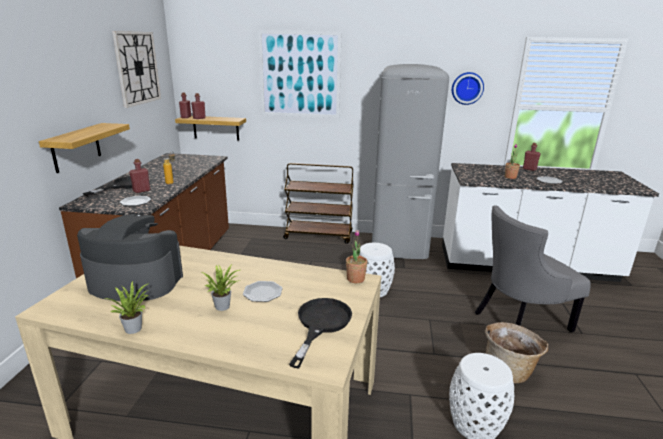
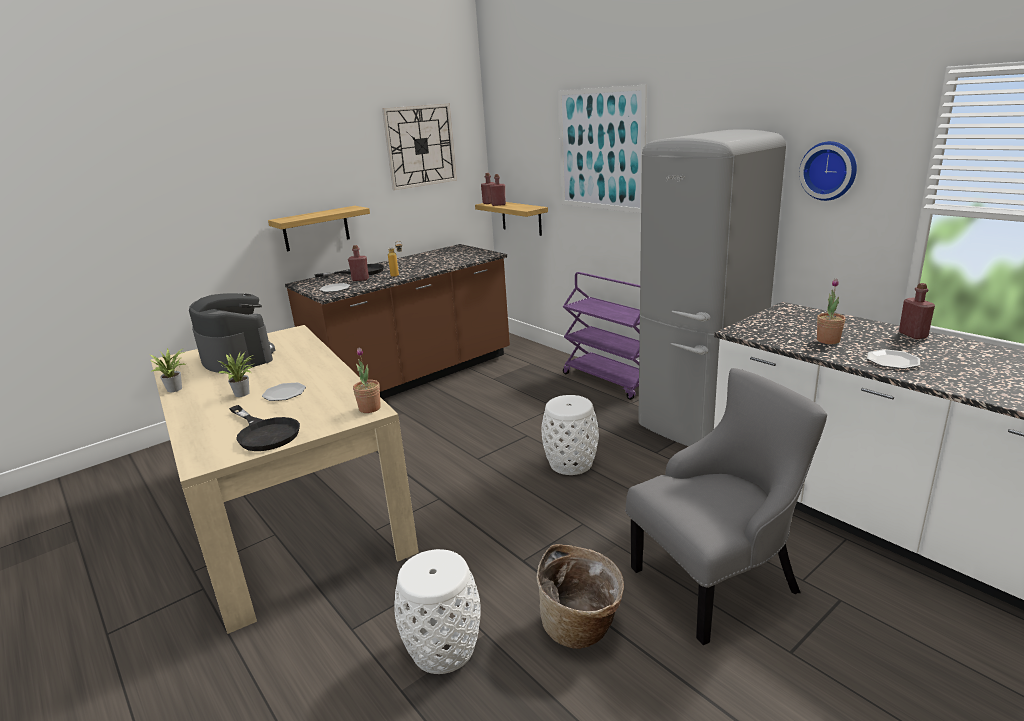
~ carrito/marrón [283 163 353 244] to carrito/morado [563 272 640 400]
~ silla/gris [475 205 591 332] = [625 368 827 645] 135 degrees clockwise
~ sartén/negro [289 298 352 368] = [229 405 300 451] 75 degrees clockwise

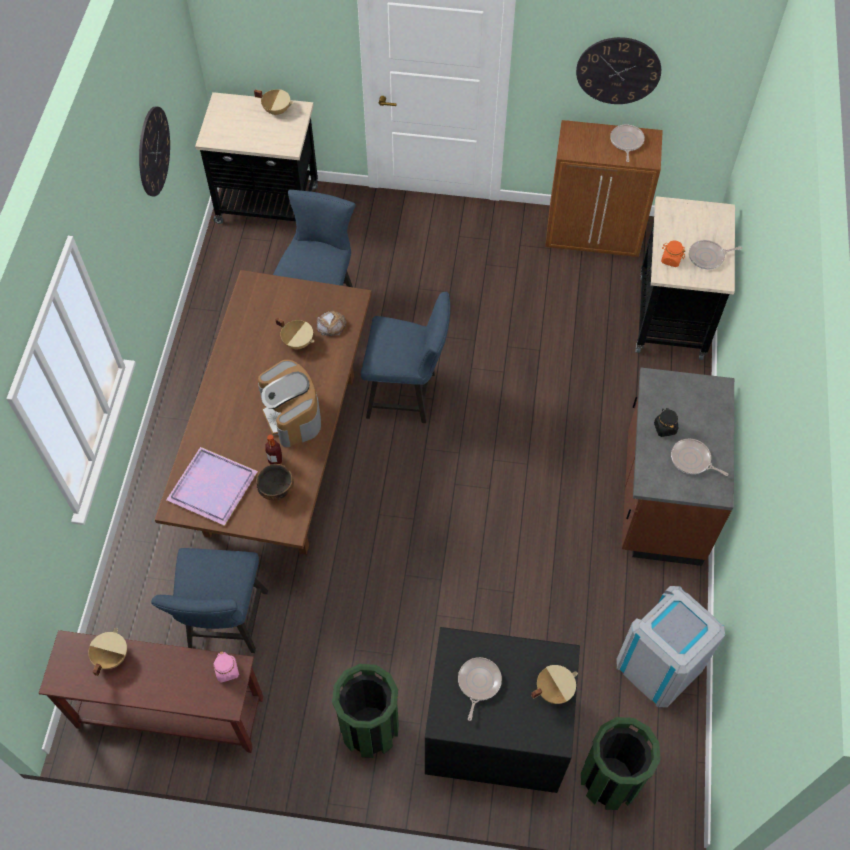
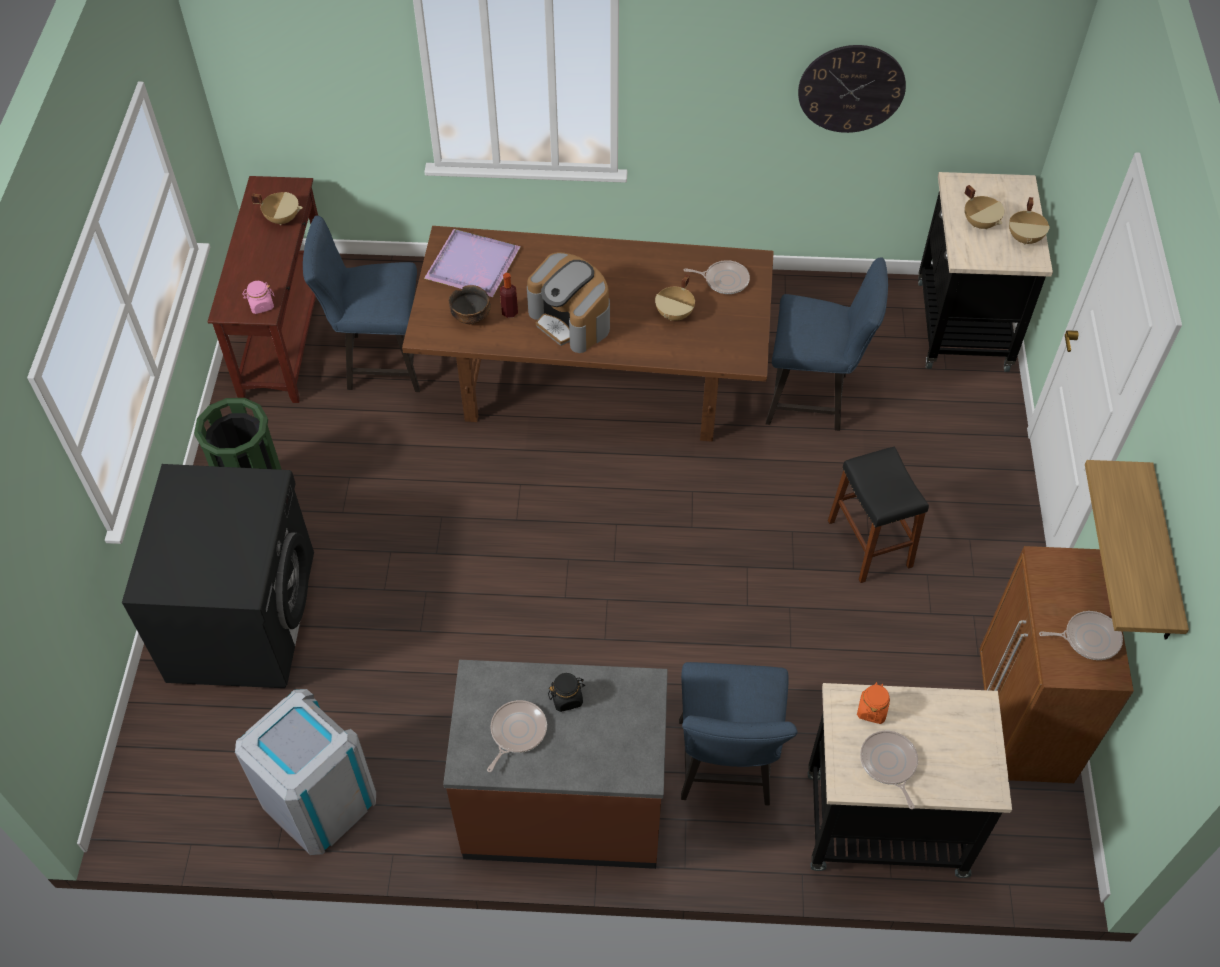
~ reloj de pared [576 37 661 104] to estante [1085 460 1189 640]
~ silla/azul [361 292 450 423] to [679 662 797 806]
- pan [317 311 347 336]
~ cafetera [258 360 321 447] = [527 252 610 353] 105 degrees counterclockwise
~ sartén [458 657 502 721] to [684 260 750 294]
~ olla/beis [531 665 578 704] to [964 185 1004 229]
- papelera/verde [581 717 660 810]
+ taburete/negro [828 446 929 583]

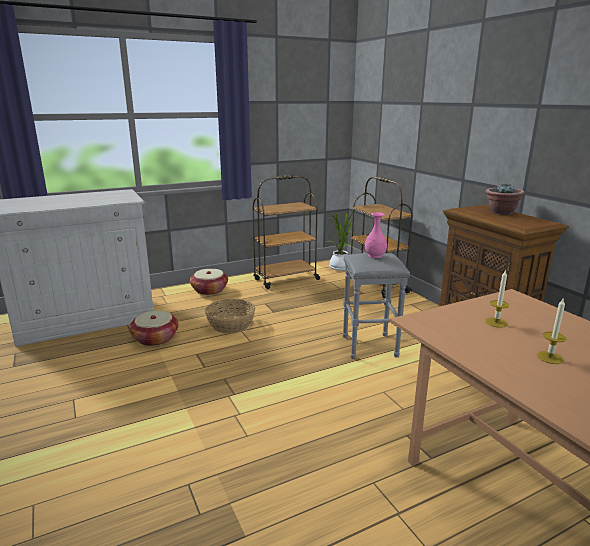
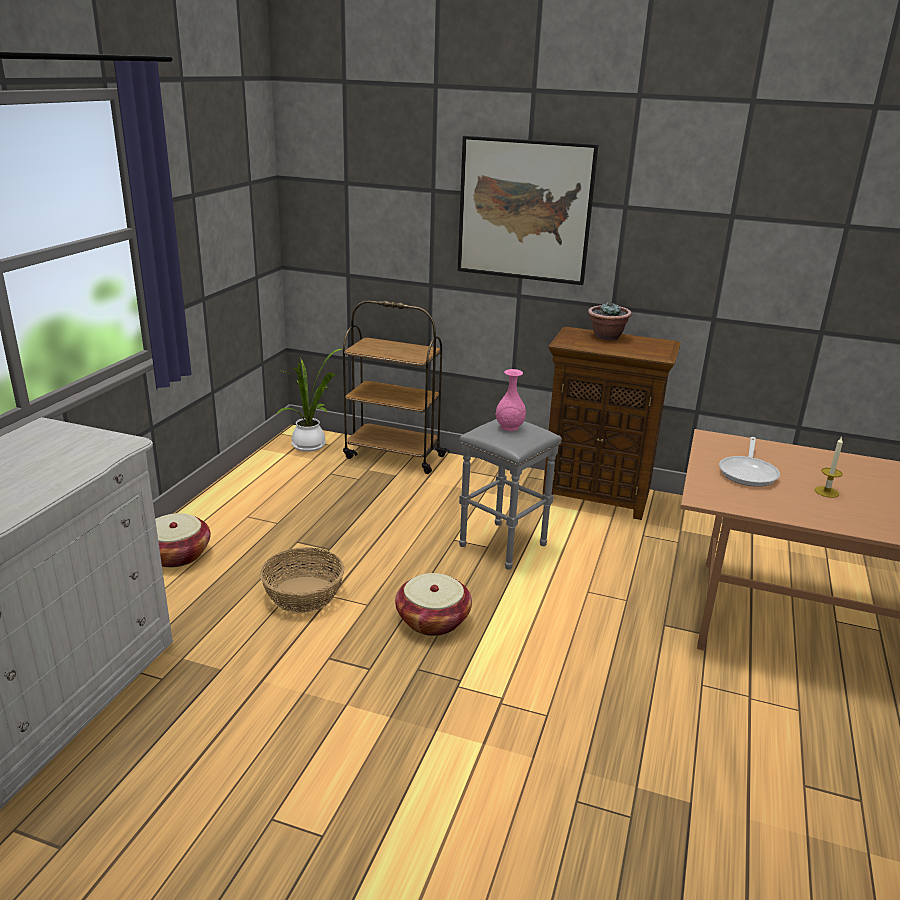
- carrito/marrón [253 175 320 289]
~ vela [485 270 510 328] to sartén [719 437 780 487]
~ cesta [129 311 179 346] to [395 573 472 636]
+ cuadro [458 136 598 285]

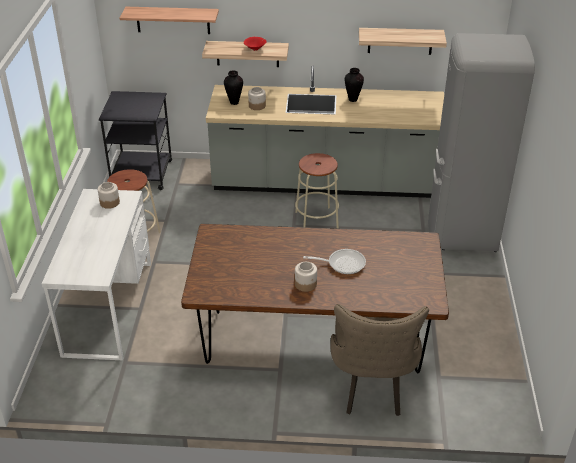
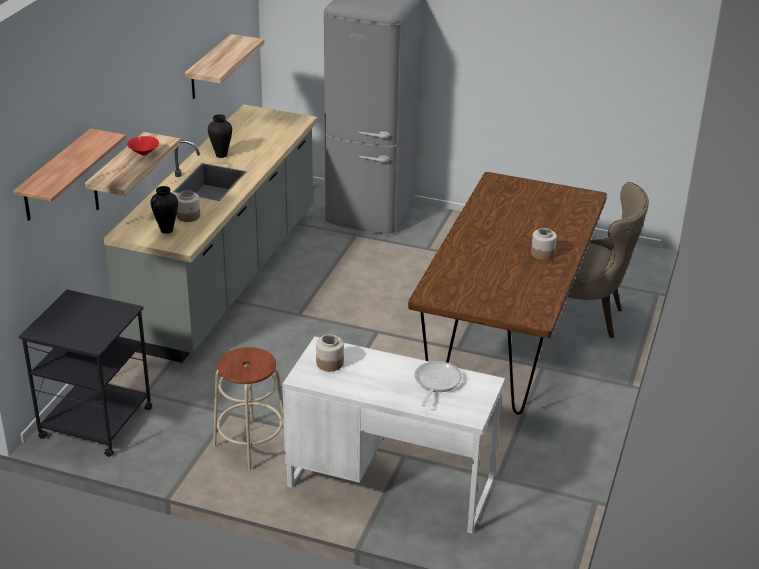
- taburete/beis [295 153 339 229]
~ sartén [303 249 366 274] to [414 361 462 406]

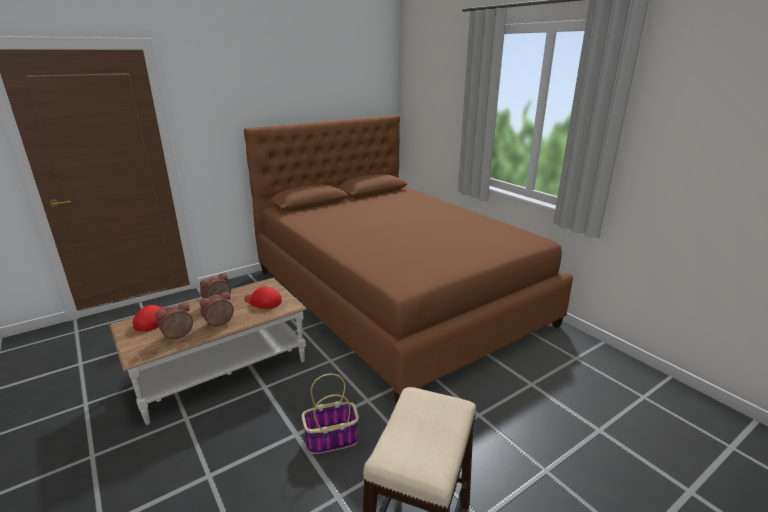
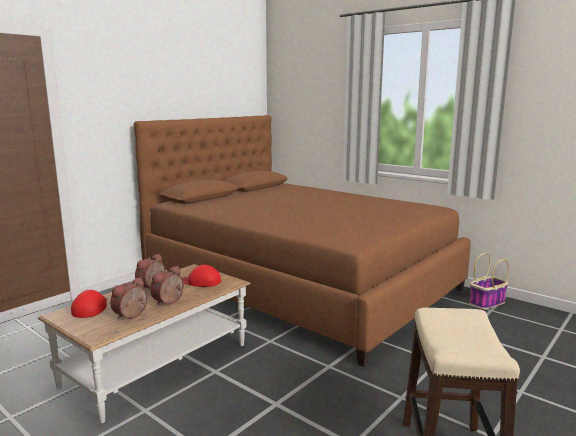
~ cesta [301 374 359 454] to [469 253 509 309]

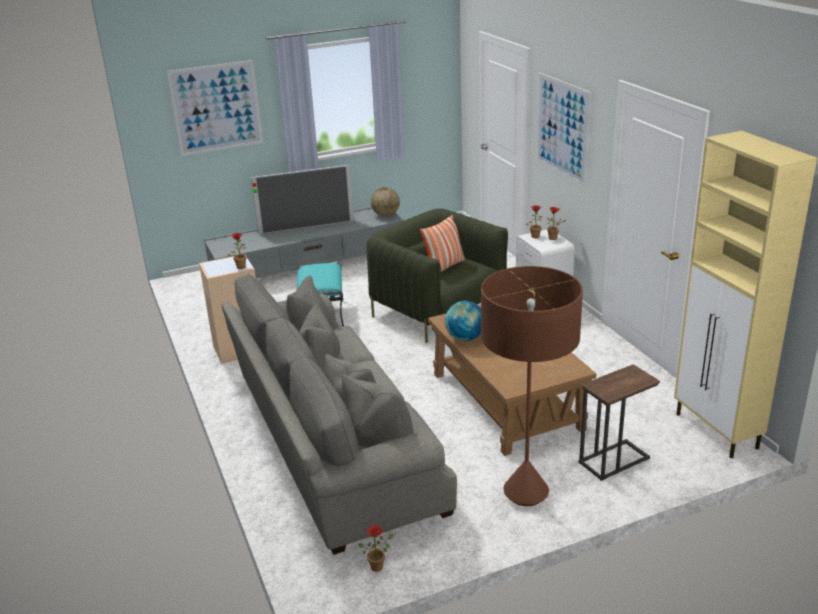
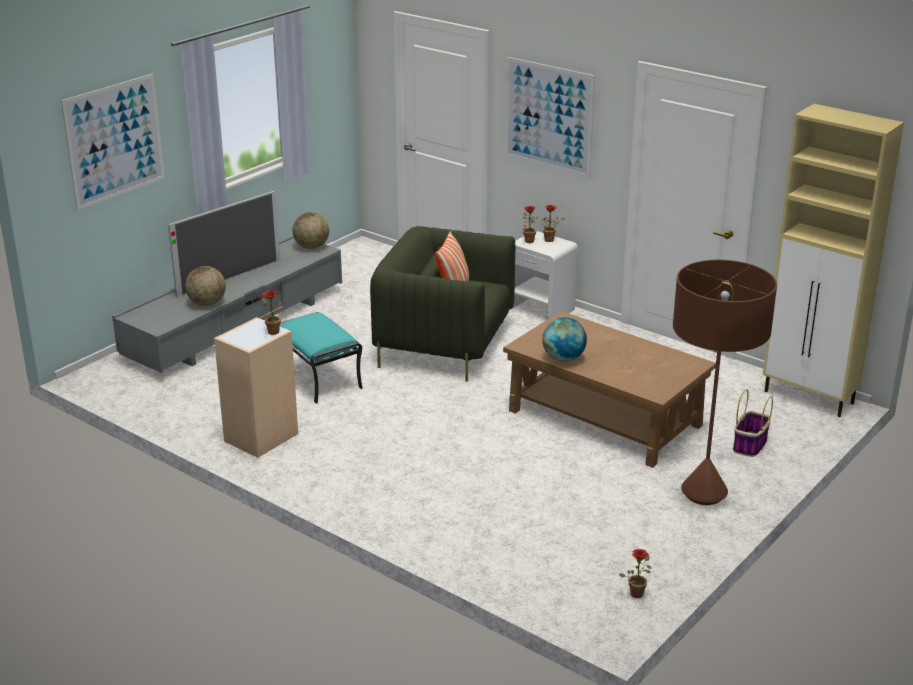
- sofá/gris [221 274 457 555]
~ mesa auxiliar/marrón [578 364 660 481] to cesta [733 389 773 457]
+ globo terráqueo [185 266 226 306]

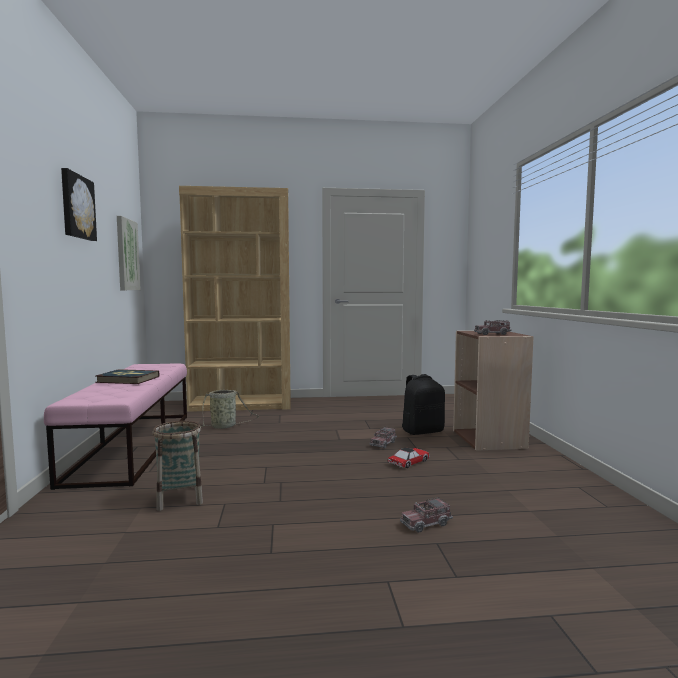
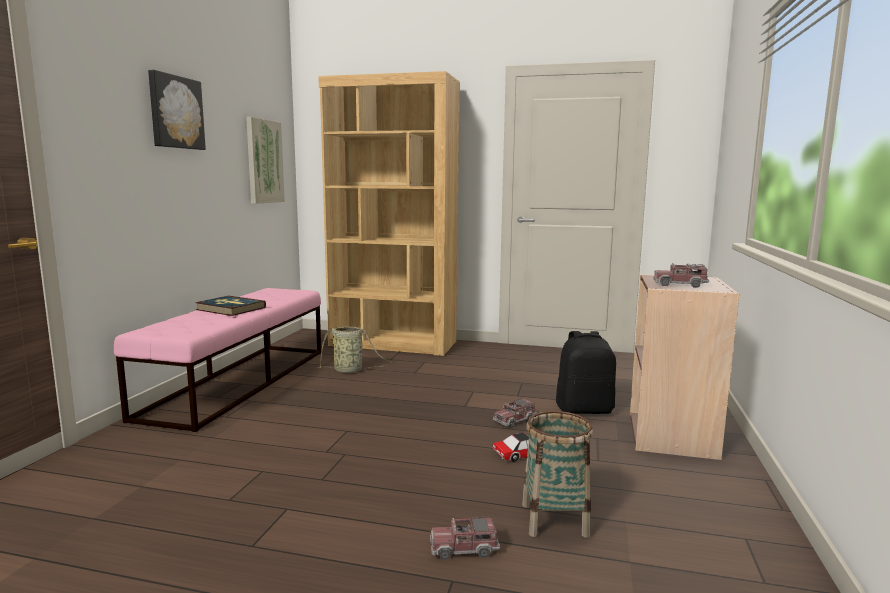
~ cesta [152 421 203 511] to [522 411 593 538]

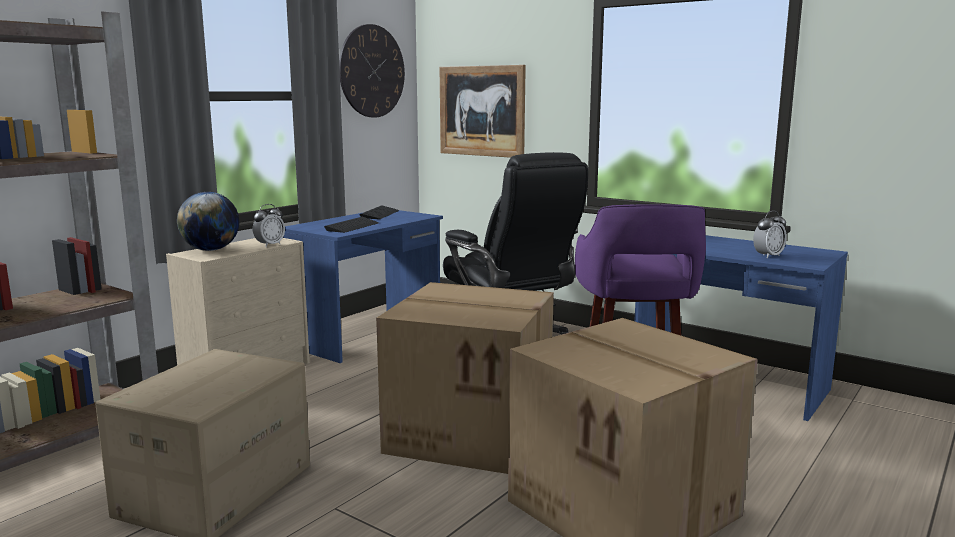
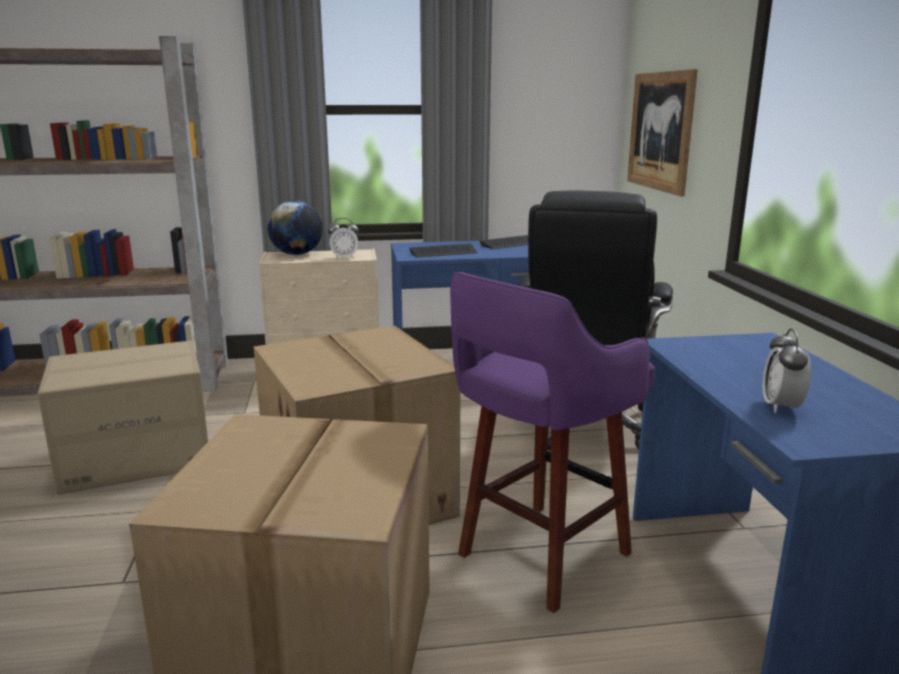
- reloj de pared [339 24 405 118]
~ despertador [753 211 787 259] = [763 329 811 413] 90 degrees clockwise

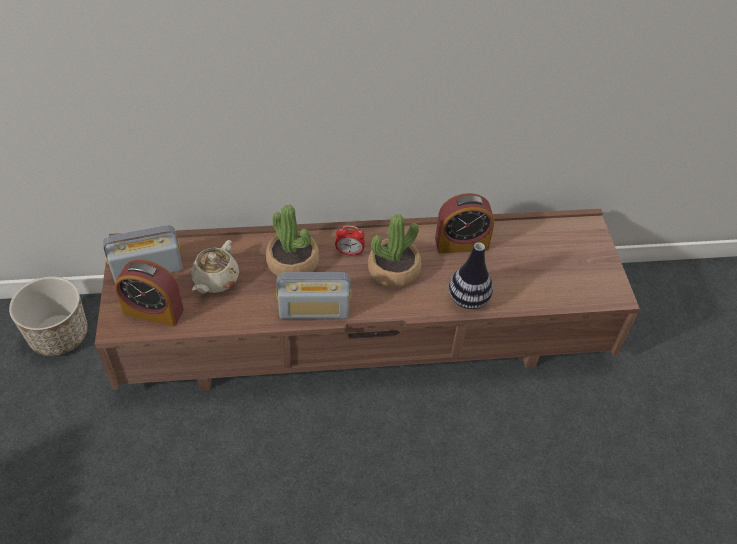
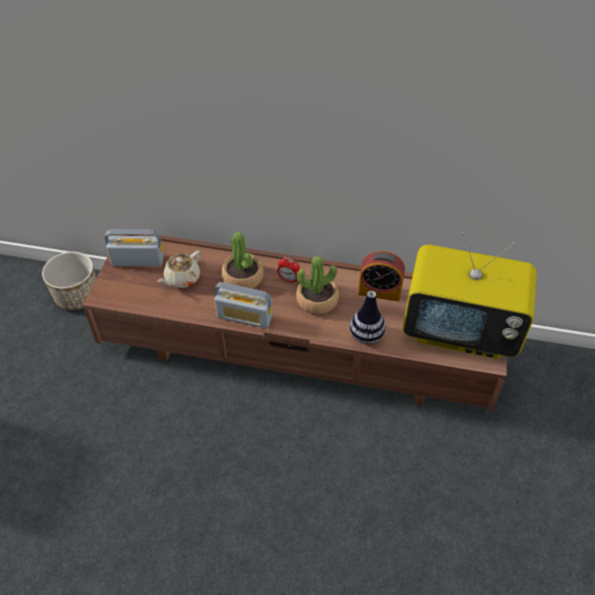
- despertador [115 259 184 327]
+ televisor [403 232 537 359]

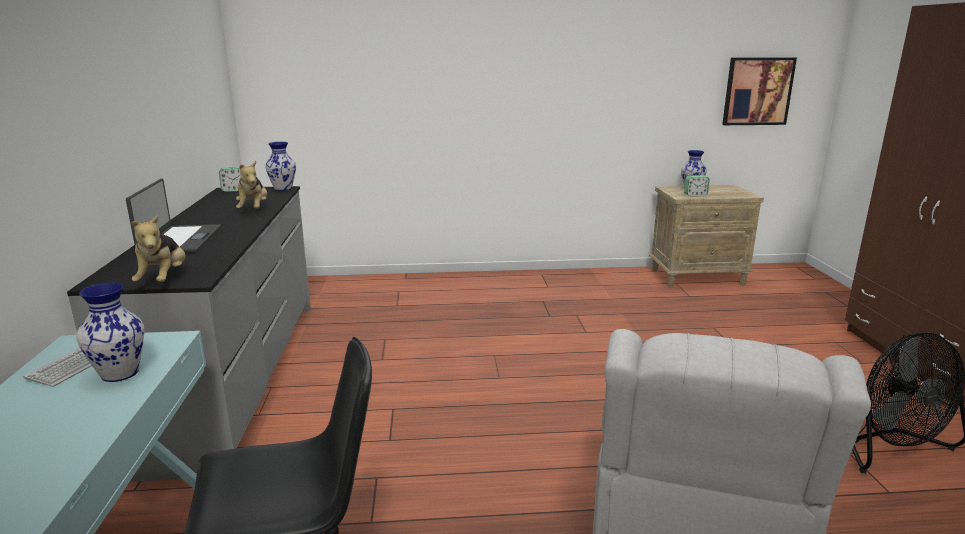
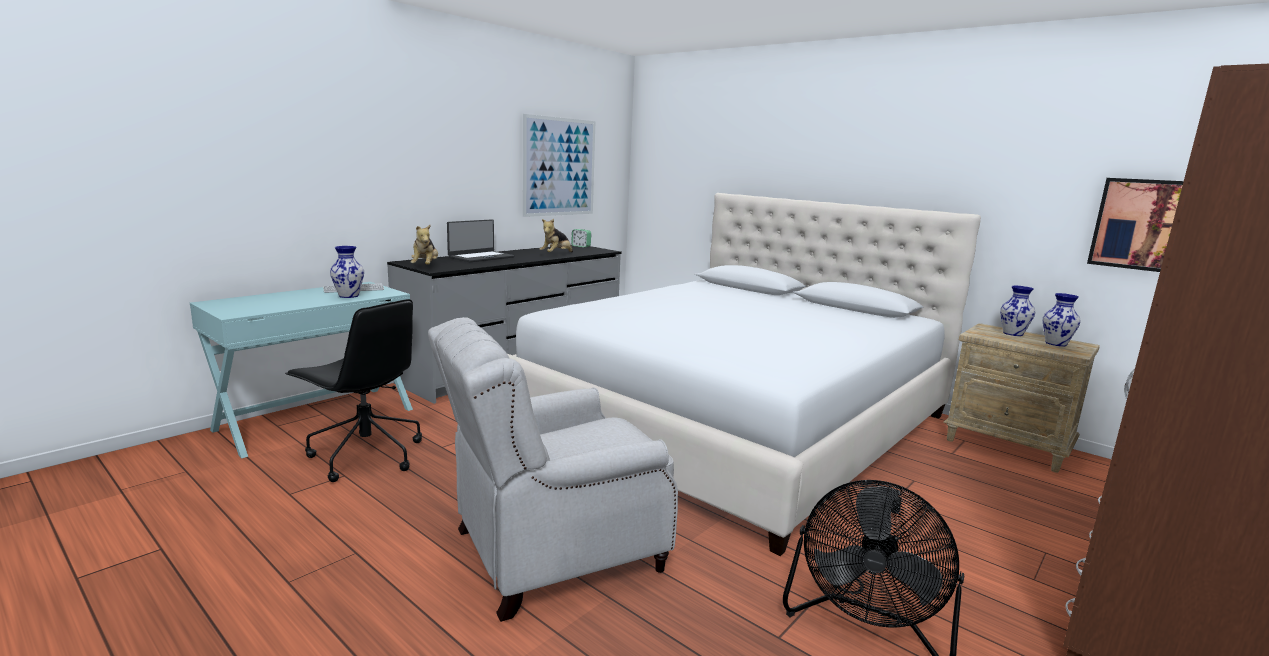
~ florero [265 142 296 191] to [1043 293 1081 347]
- despertador [684 175 710 196]
~ peluche [132 215 185 282] = [411 225 438 265] 45 degrees counterclockwise
+ cuadro [523 114 595 217]
+ cama/blanco [508 193 981 556]

